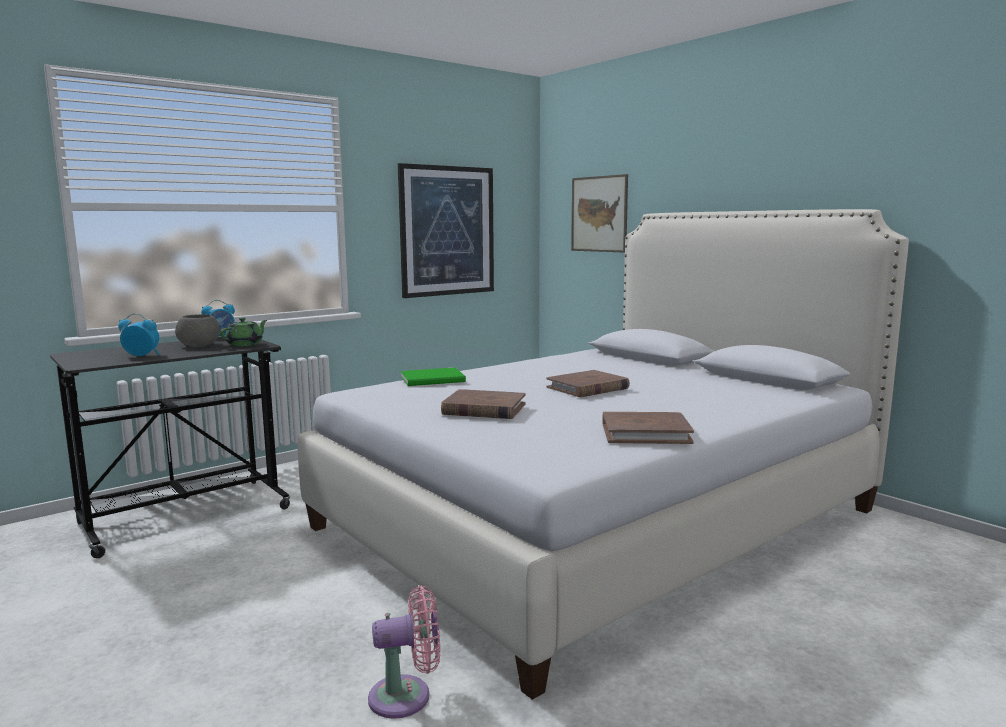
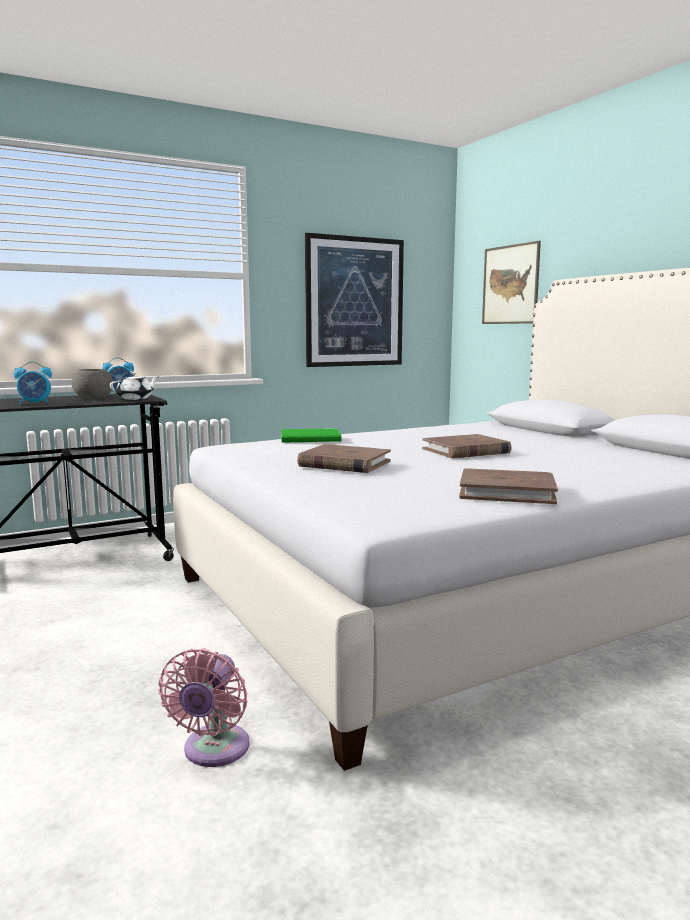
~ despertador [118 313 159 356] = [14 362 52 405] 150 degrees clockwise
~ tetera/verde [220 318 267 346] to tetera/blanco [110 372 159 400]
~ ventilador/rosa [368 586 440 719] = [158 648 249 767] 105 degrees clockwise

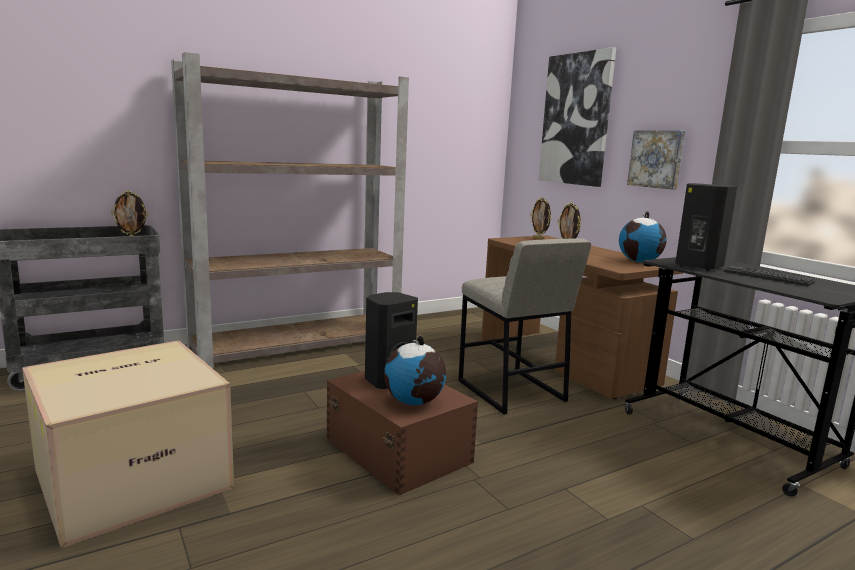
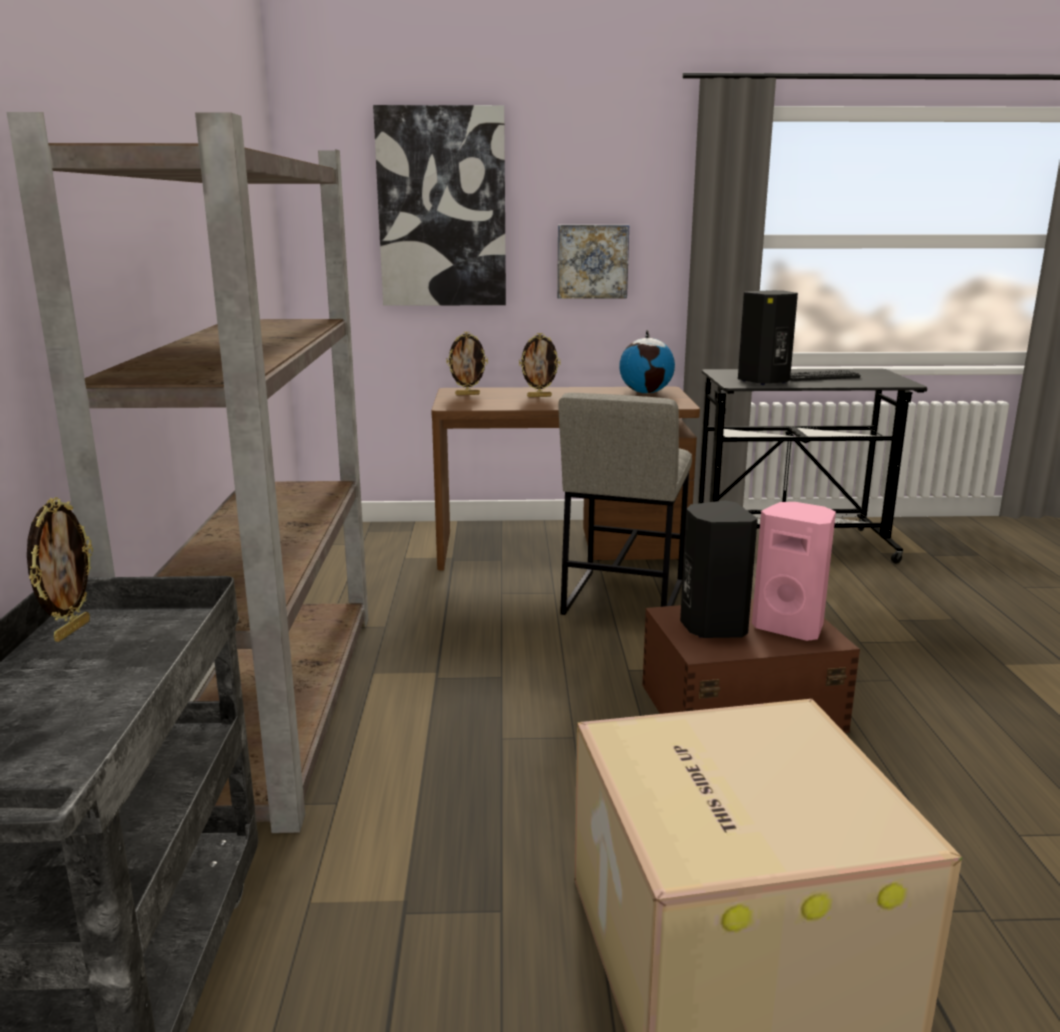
~ silla/gris [458 238 591 414] = [558 393 692 615] 105 degrees clockwise
~ globo terráqueo [384 336 446 405] to altavoz/rosa [752 502 836 641]

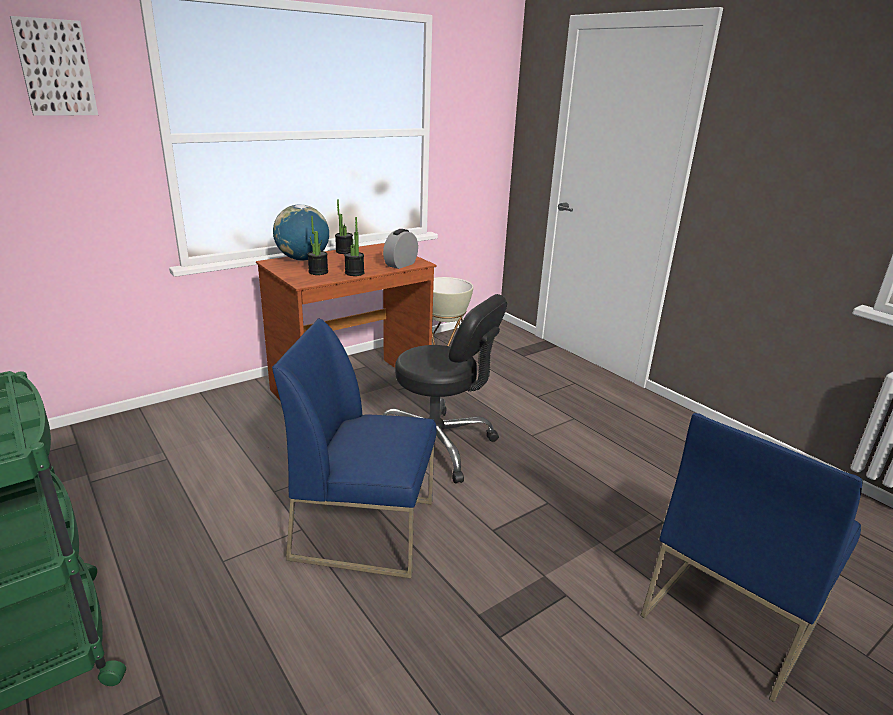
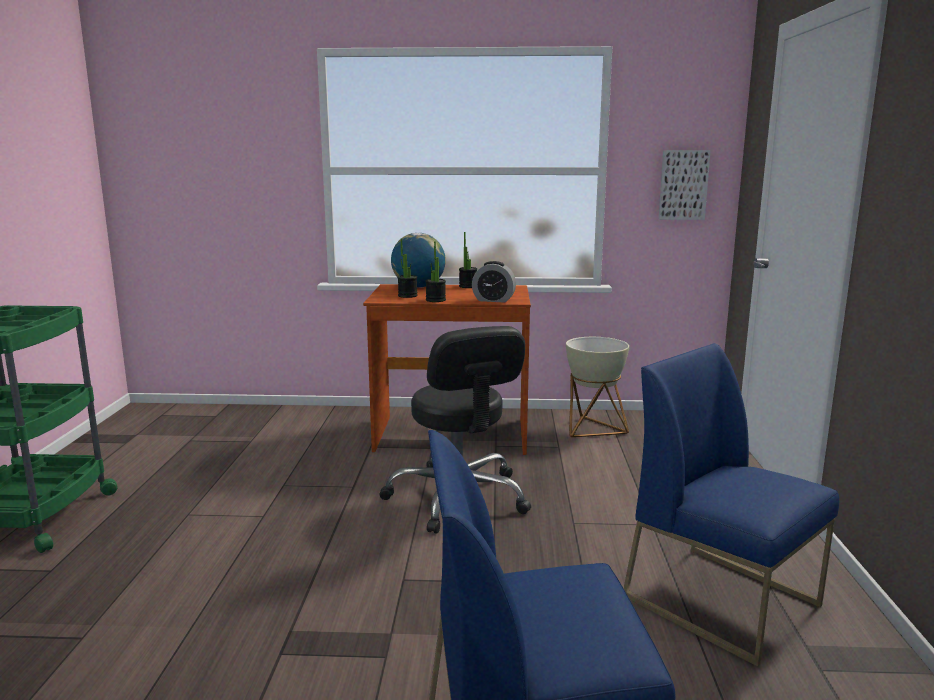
~ cuadro [10 16 98 116] to [659 150 711 220]
~ despertador [383 229 418 269] = [472 261 516 303] 150 degrees counterclockwise
~ silla/azul [272 319 437 579] to [624 343 839 667]

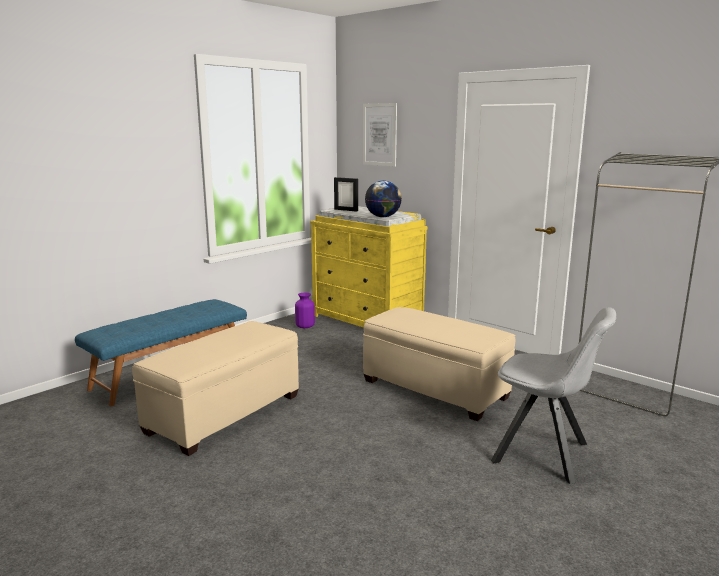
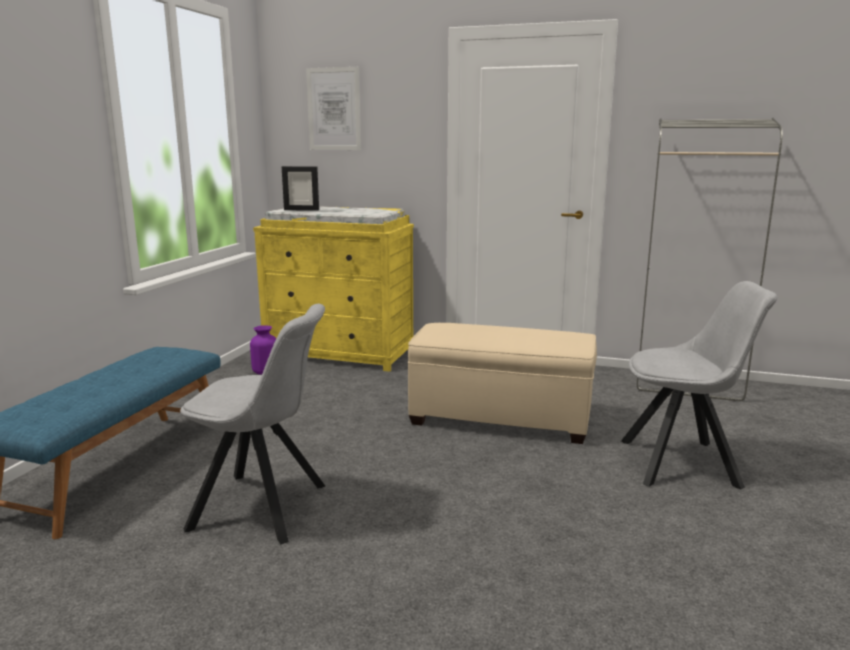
- globo terráqueo [365 181 401 217]
~ puf/beis [132 321 299 456] to silla/gris [180 304 325 544]

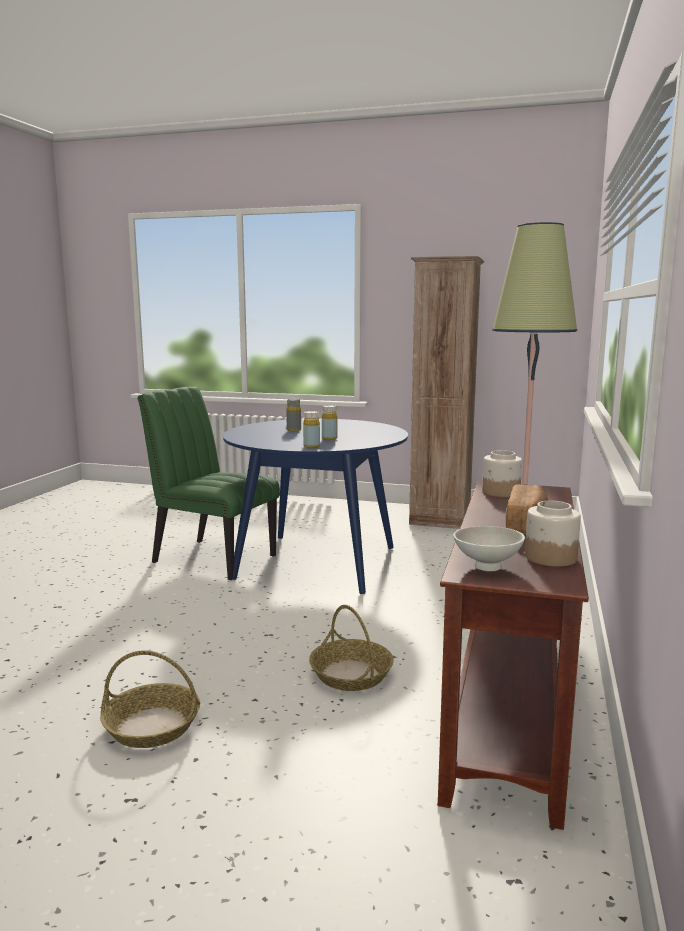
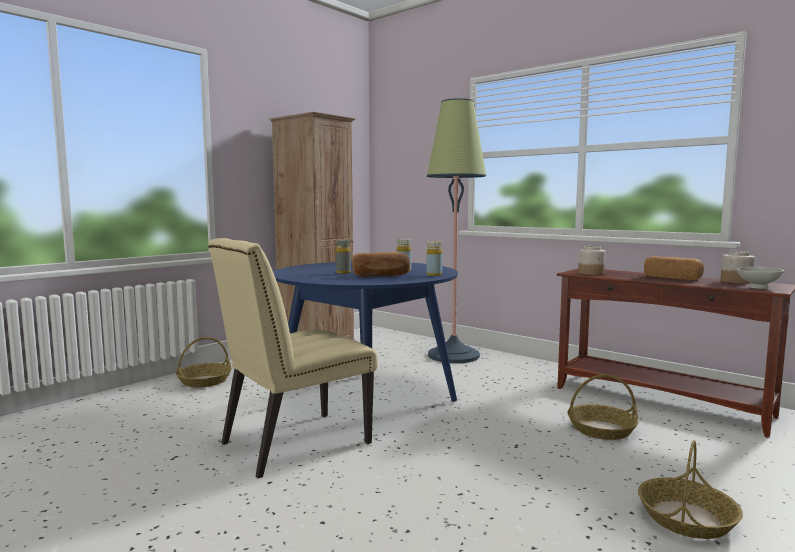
~ silla/verde [137 387 280 580] to silla/beis [208 238 378 479]
+ pan [352 252 410 277]
+ cesta [176 337 232 388]

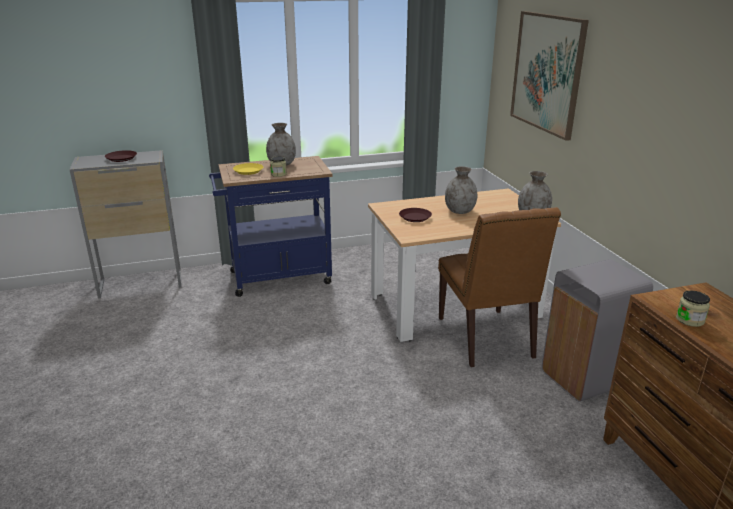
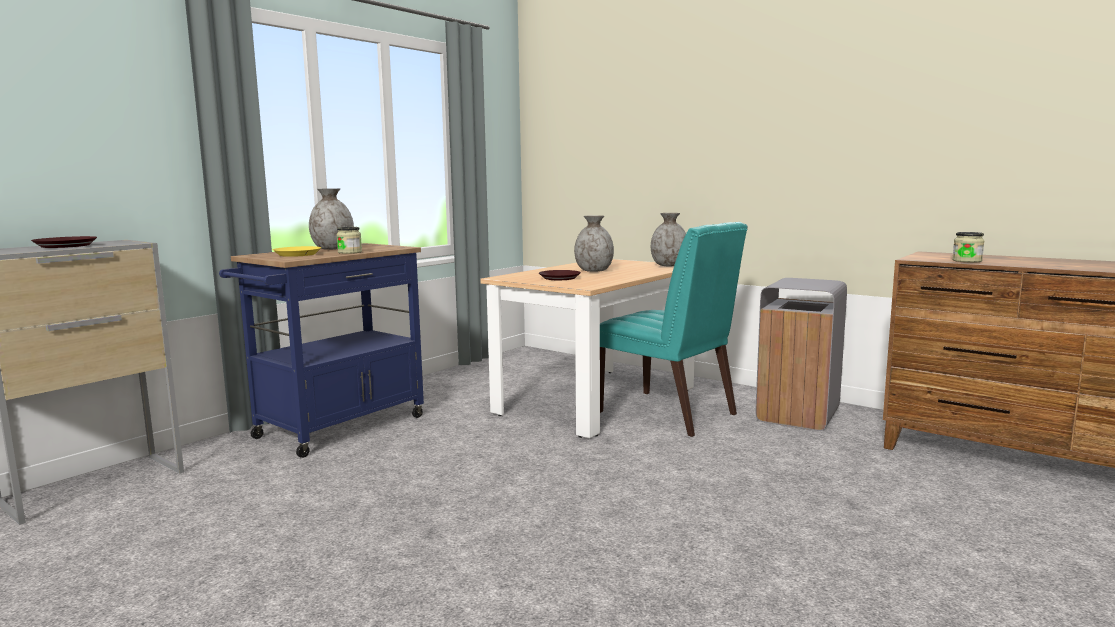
- cuadro [510 11 589 141]
~ silla/marrón [438 207 561 367] to silla/turquesa [600 222 748 437]

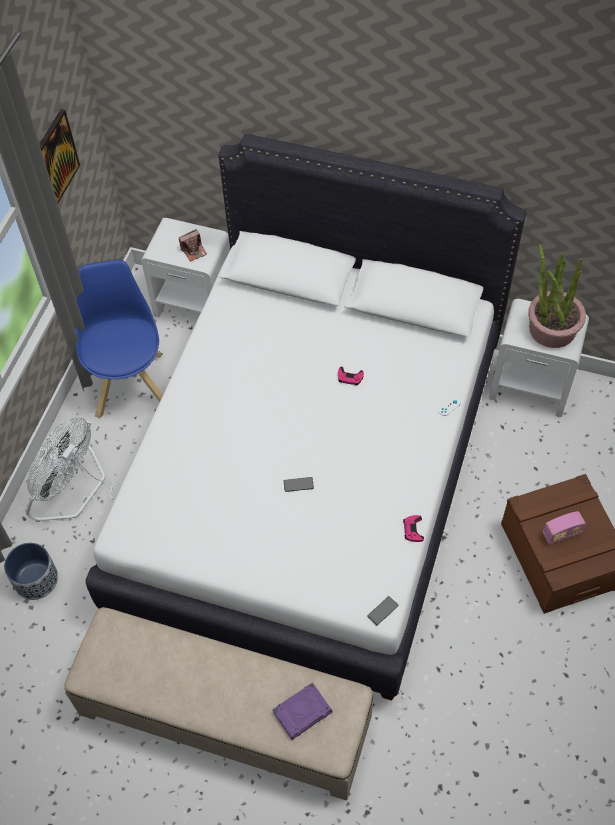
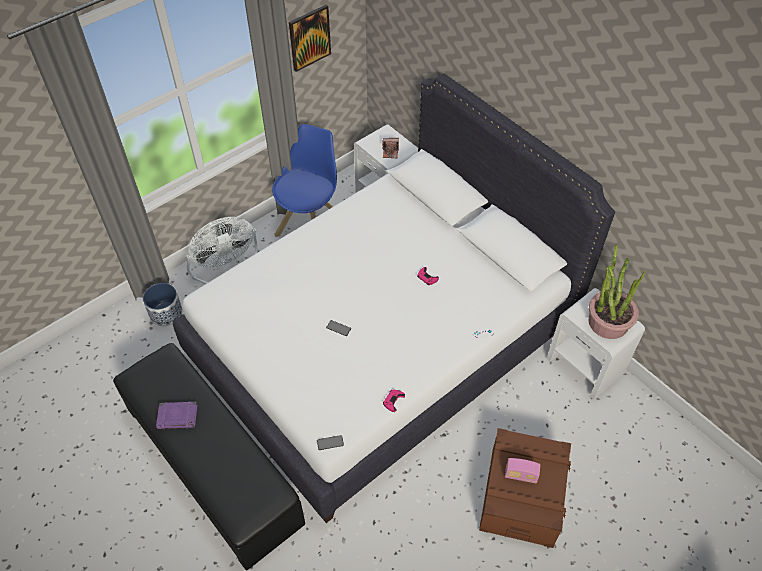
~ banco/beis [65 607 374 800] to banco/negro [113 343 305 571]
~ libro/morado [272 682 333 740] to [156 401 198 429]

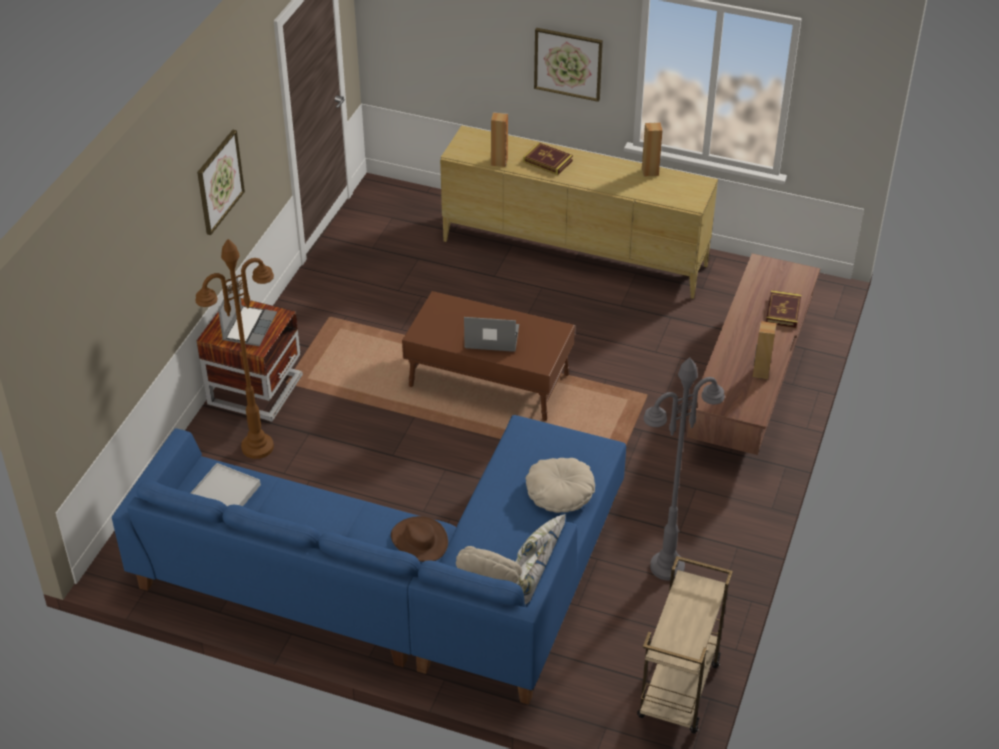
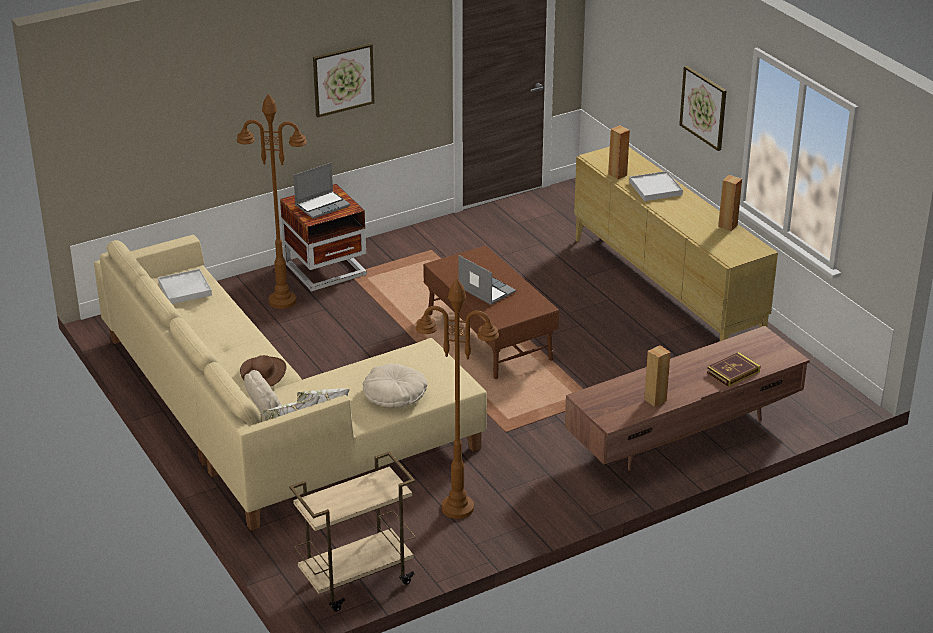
~ libro [523 142 573 175] to bandeja/blanco [629 171 683 201]
~ lámpara de pie/gris [644 357 725 580] to lámpara de pie/marrón [416 279 499 519]
~ sofá/azul [112 415 626 705] to sofá/beis [94 235 487 531]

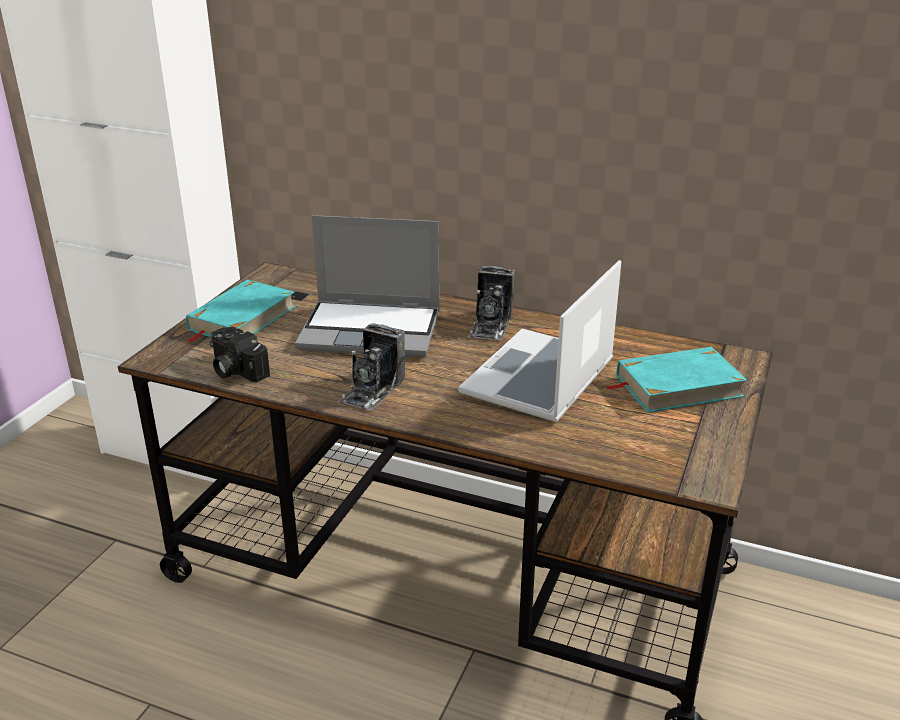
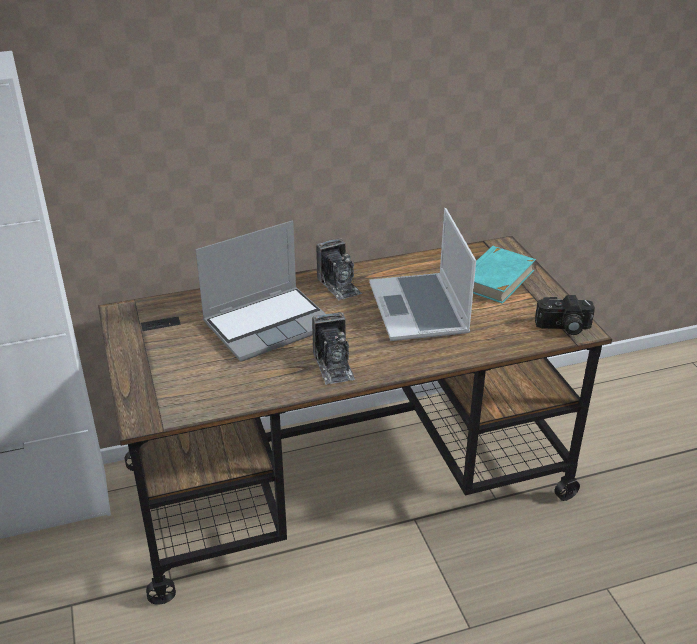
- libro/turquesa [186 279 296 342]
~ cámara [210 327 270 382] to [535 295 595 335]

